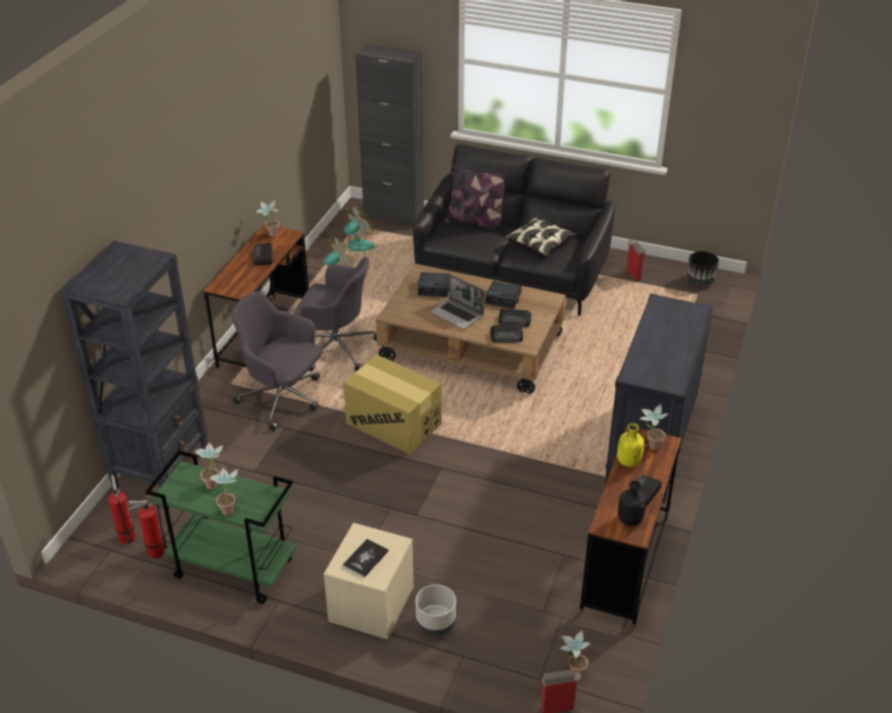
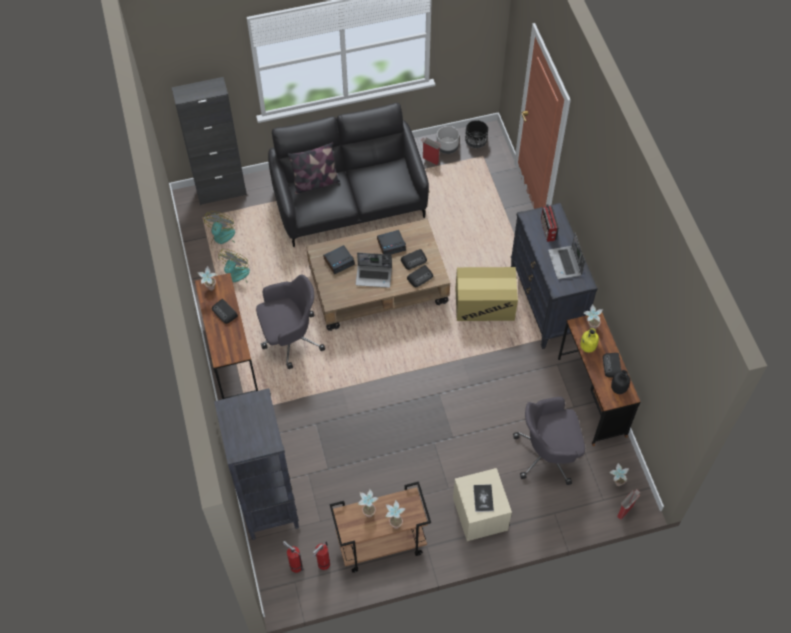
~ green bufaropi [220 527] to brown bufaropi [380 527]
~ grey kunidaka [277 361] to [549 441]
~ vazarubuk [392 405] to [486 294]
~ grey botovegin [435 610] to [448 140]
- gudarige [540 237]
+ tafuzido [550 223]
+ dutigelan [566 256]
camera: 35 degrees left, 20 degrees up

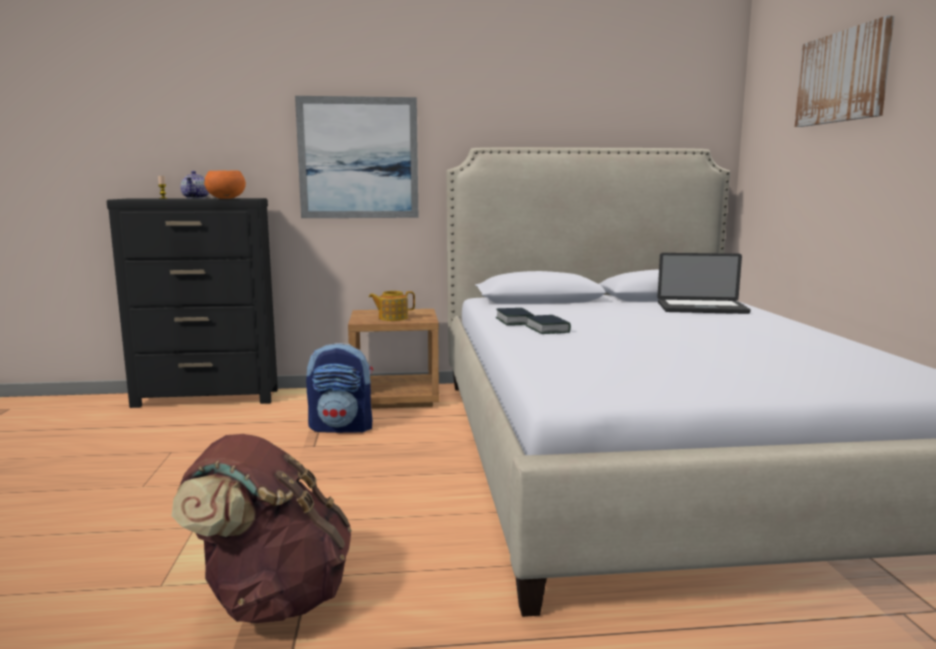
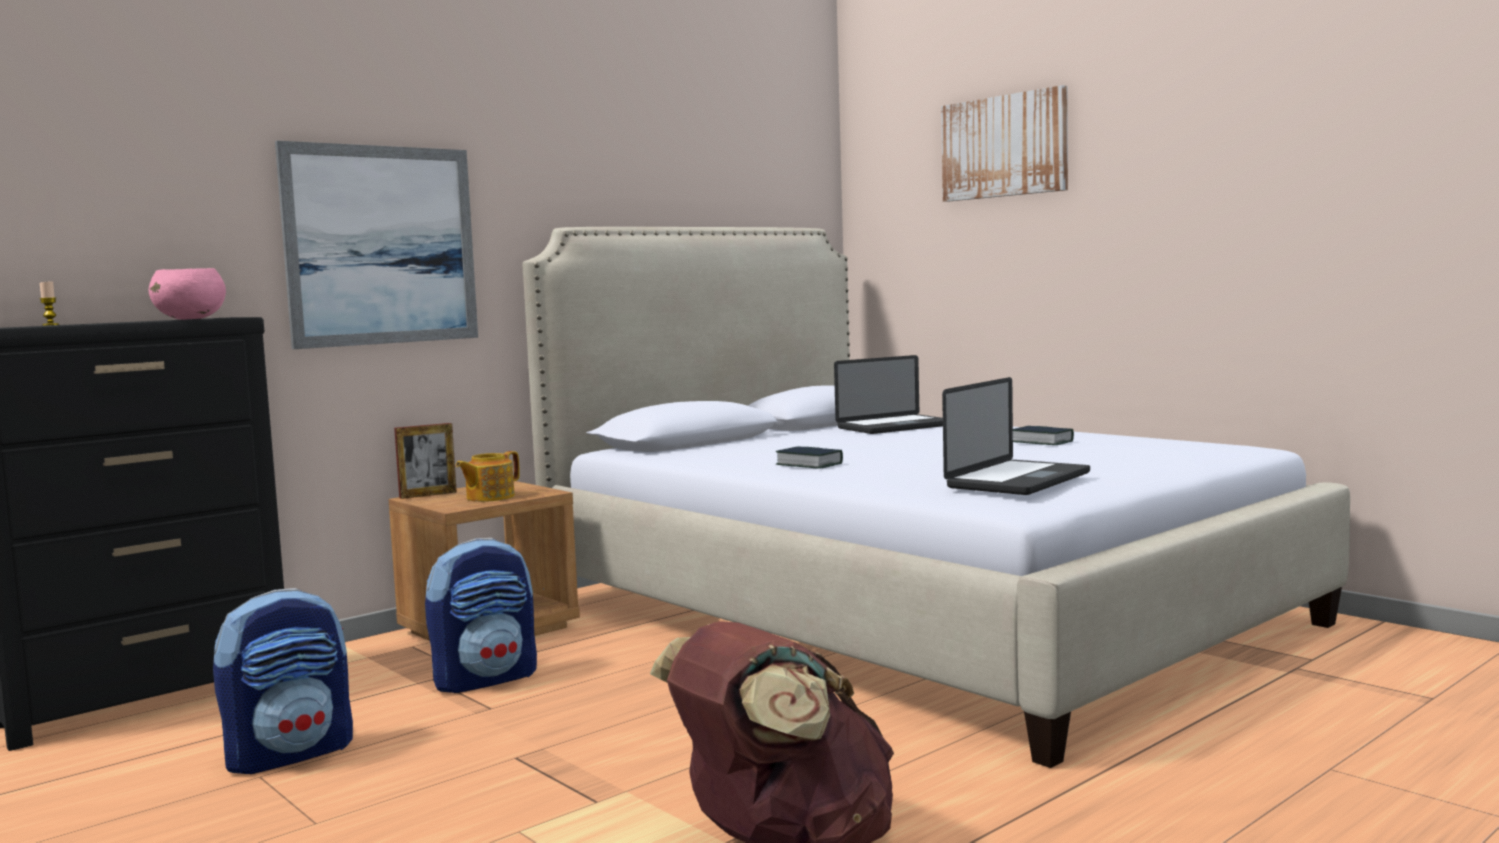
- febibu [194 185]
~ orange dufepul [225 185] to pink dufepul [187 294]
~ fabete [515 316] to [1043 435]
+ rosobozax [283 681]
+ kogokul [425 461]
+ dutigelan [1016 436]
camera: 35 degrees left, 5 degrees down

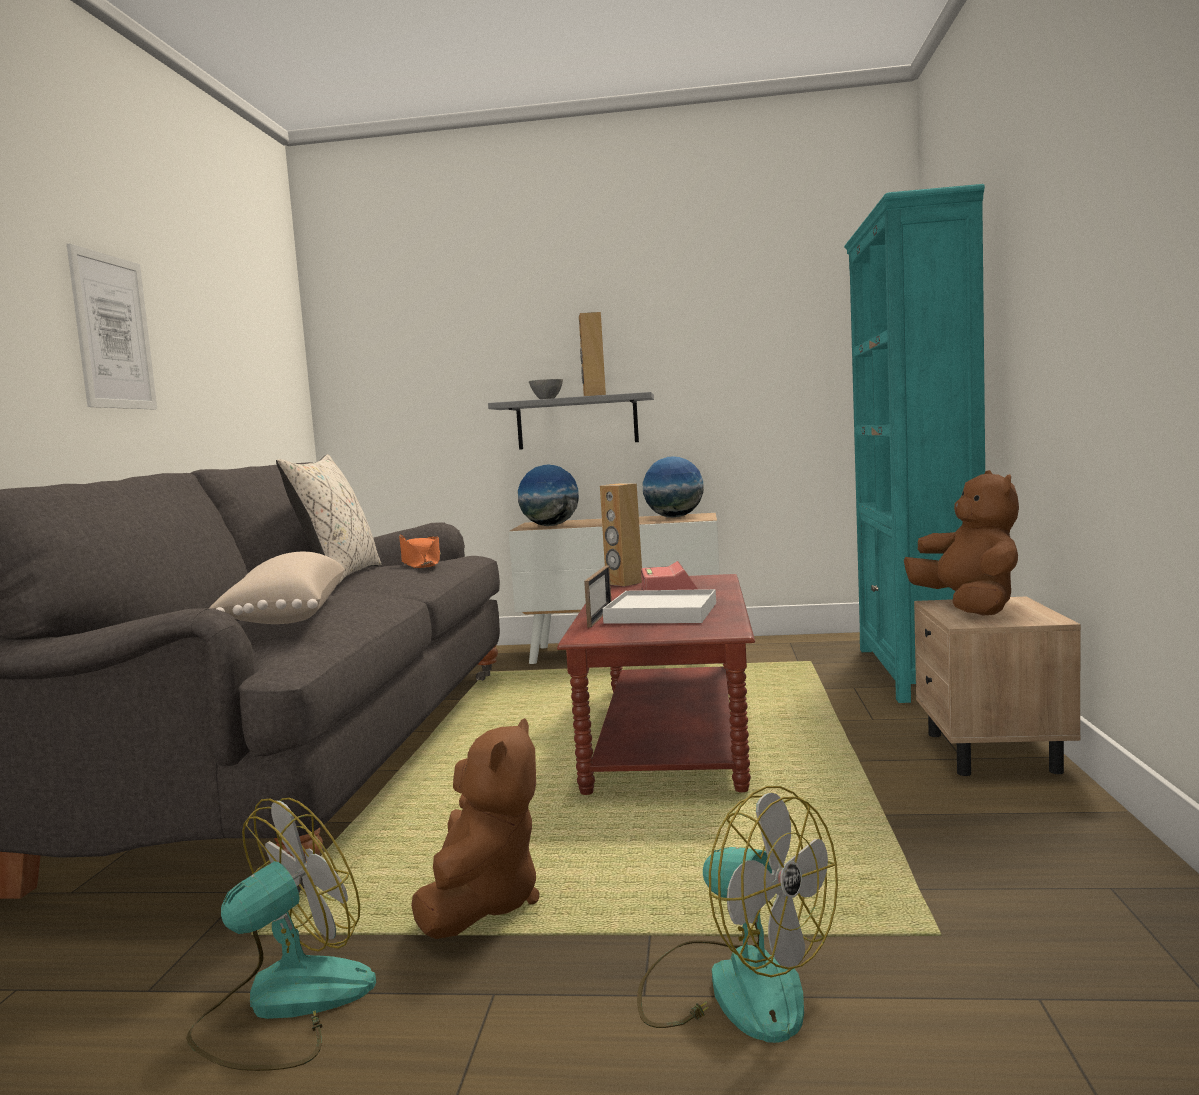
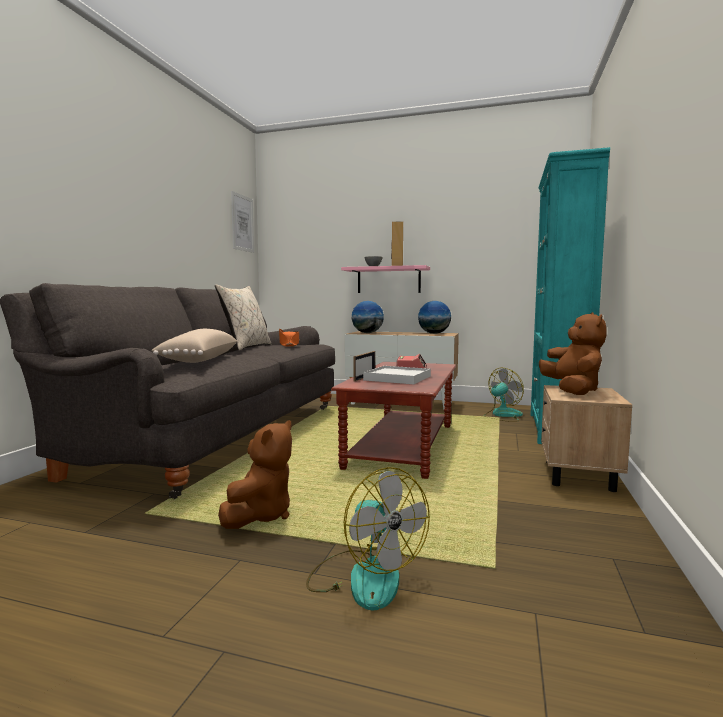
~ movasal [112 327] to [242 222]
~ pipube [281 934] to [504 395]
~ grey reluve [571 421] to pink reluve [385 279]
- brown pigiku [621 534]
camera: 10 degrees right, 0 degrees up

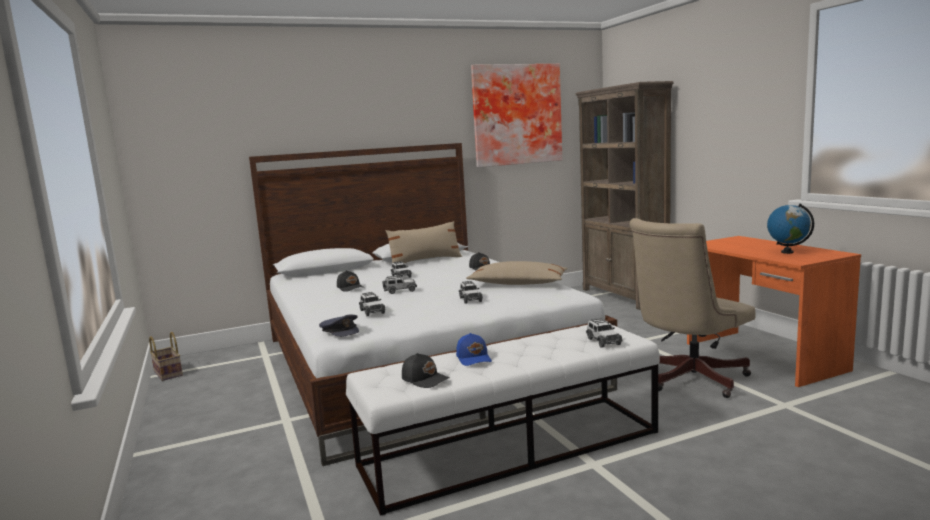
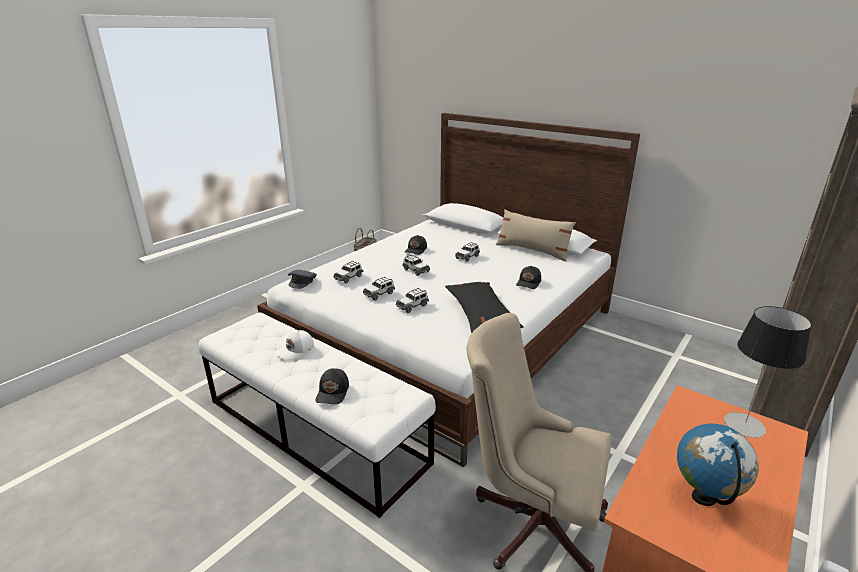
~ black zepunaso [425 370] to [332 386]
~ blue zepunaso [474 349] to white zepunaso [294 345]
~ beige gudarige [517 273] to black gudarige [484 307]
- movasal [516 115]
~ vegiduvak [604 333] to [379 288]
+ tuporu [768 372]
camera: 60 degrees right, 15 degrees up

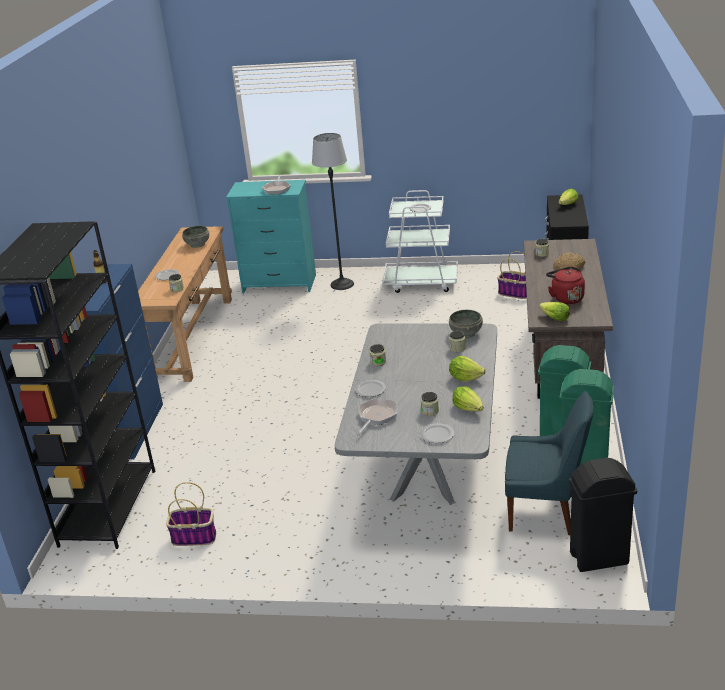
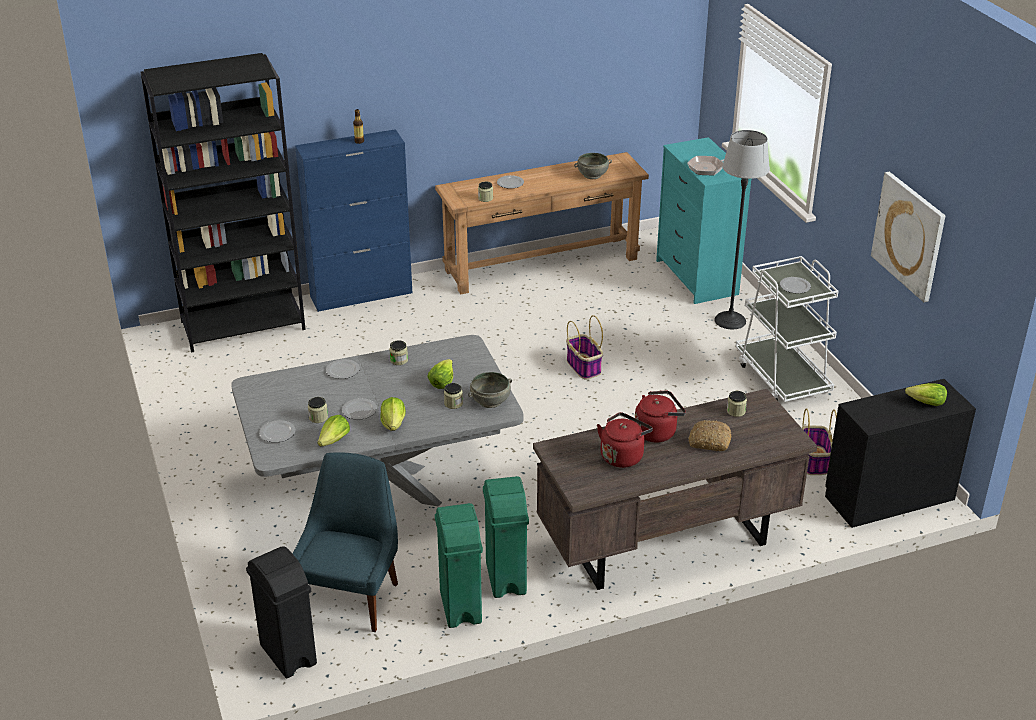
~ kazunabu [191 514] to [584 347]
- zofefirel [377 417]
~ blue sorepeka [549 463] = [345 542] 150 degrees counterclockwise
~ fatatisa [554 311] to [440 374]
+ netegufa [359 409]
+ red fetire [660 416]
+ movasal [908 237]
camera: 60 degrees right, 5 degrees up

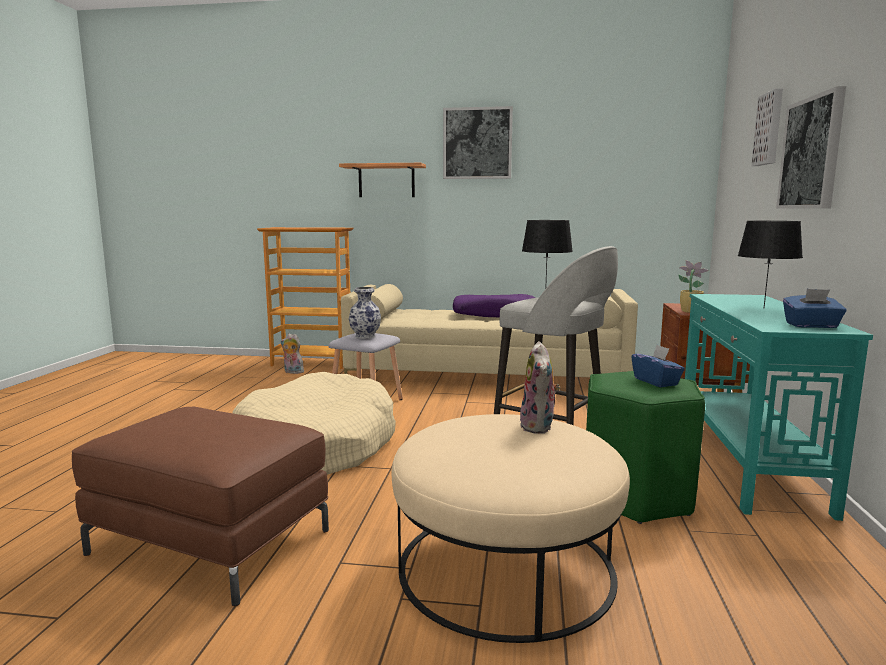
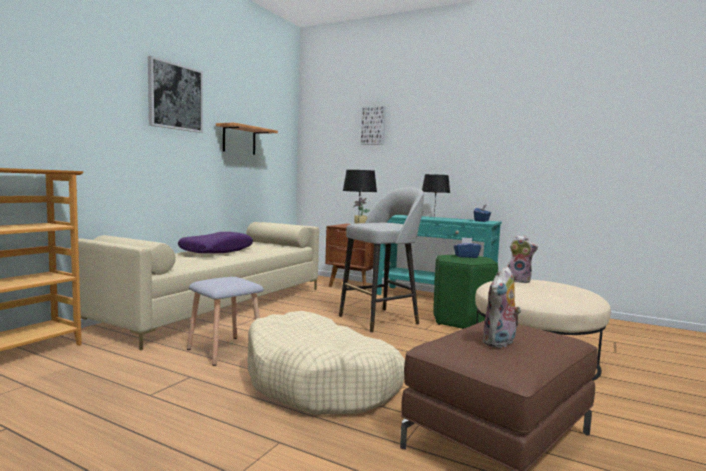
~ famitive [292 353] to [501 307]
~ reluve [382 180] to [247 138]
- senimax [365 313]
- movasal [811 147]
camera: 70 degrees left, 5 degrees down

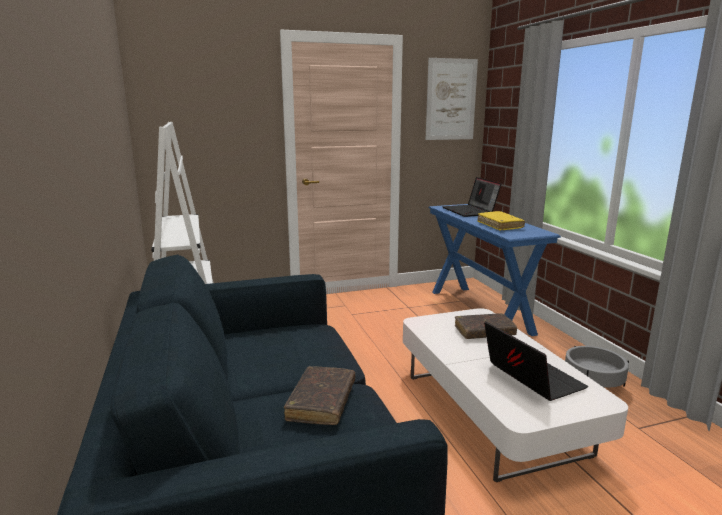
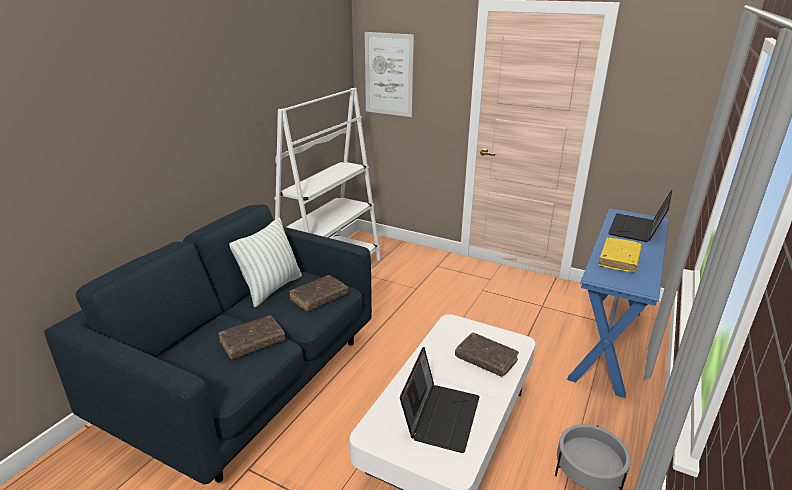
~ movasal [452 99] to [389 74]
+ gudarige [265 262]
+ brown fabete [318 293]
camera: 45 degrees right, 10 degrees up

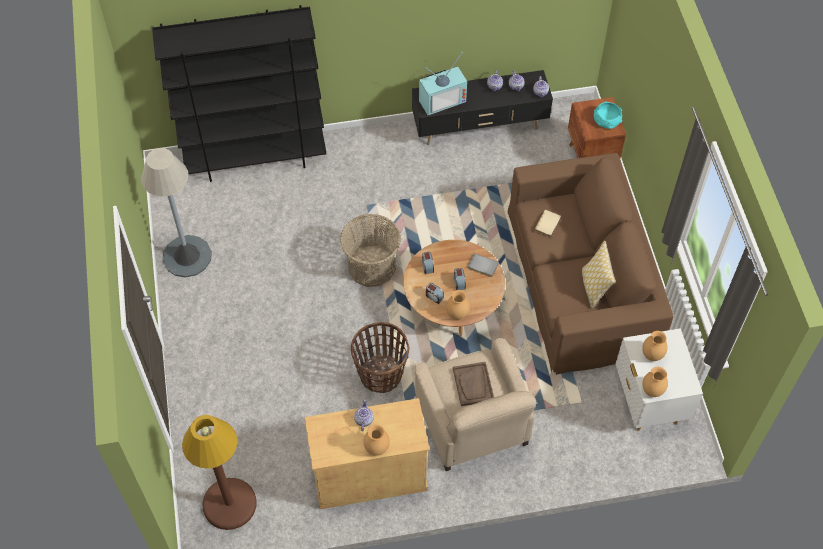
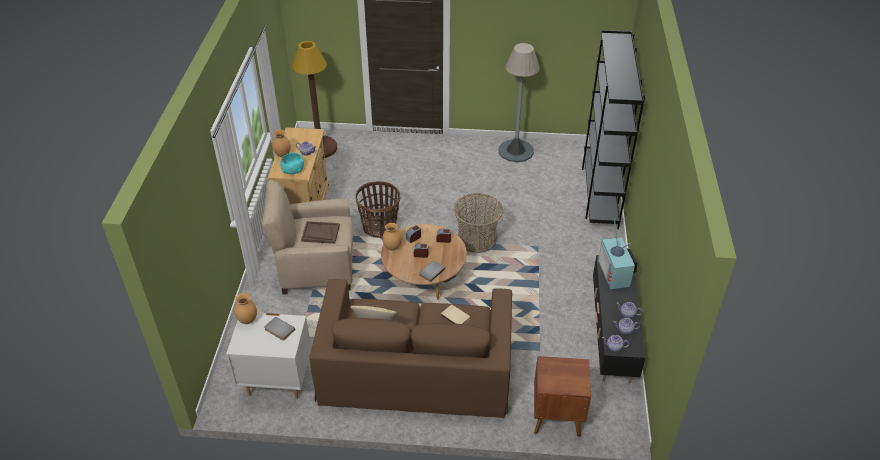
~ turquoise dufepul [608 115] to [292 163]
~ brown senimax [655 346] to grey fabete [280 329]
camera: 105 degrees right, 15 degrees down

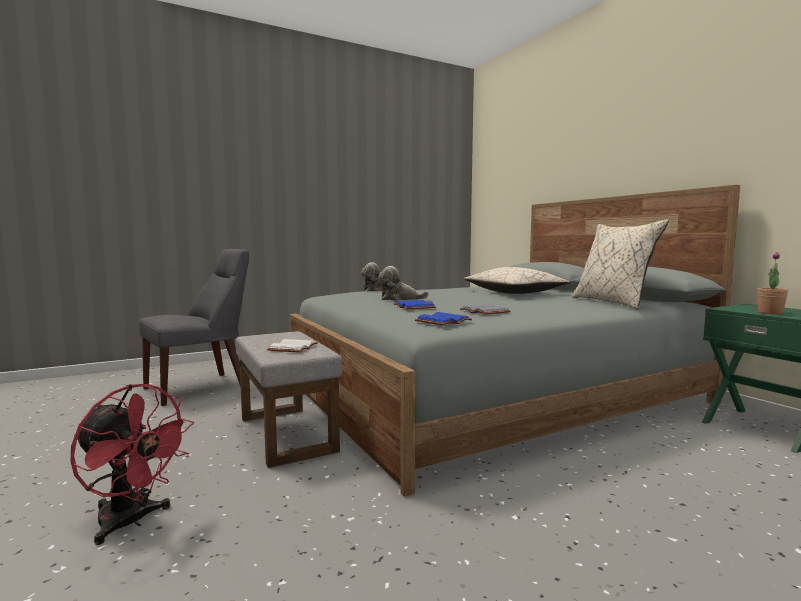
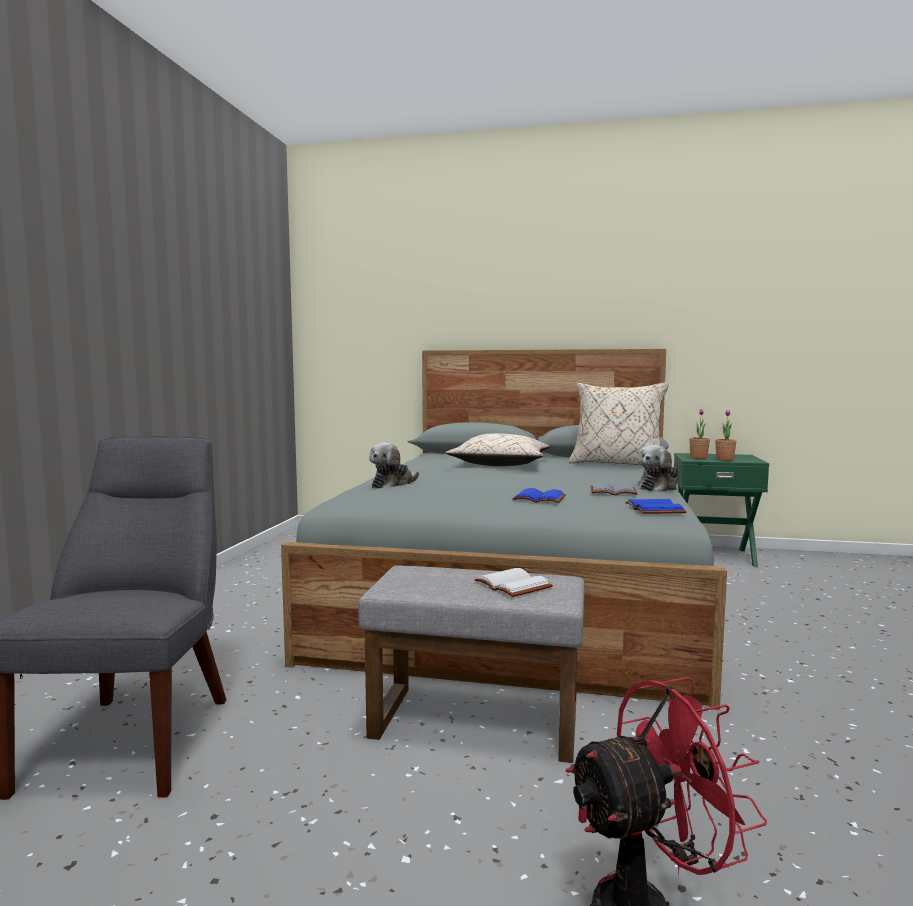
~ famitive [403 283] to [658 468]
+ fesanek [699 434]
camera: 50 degrees left, 0 degrees up

